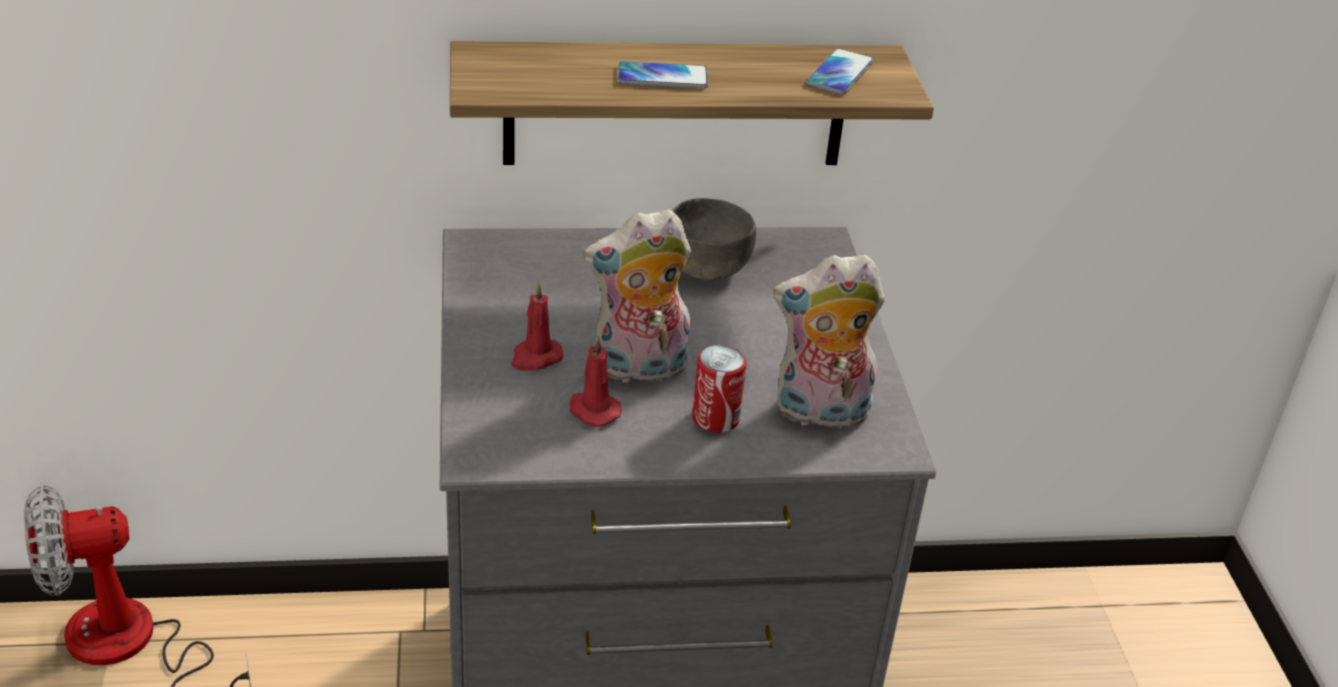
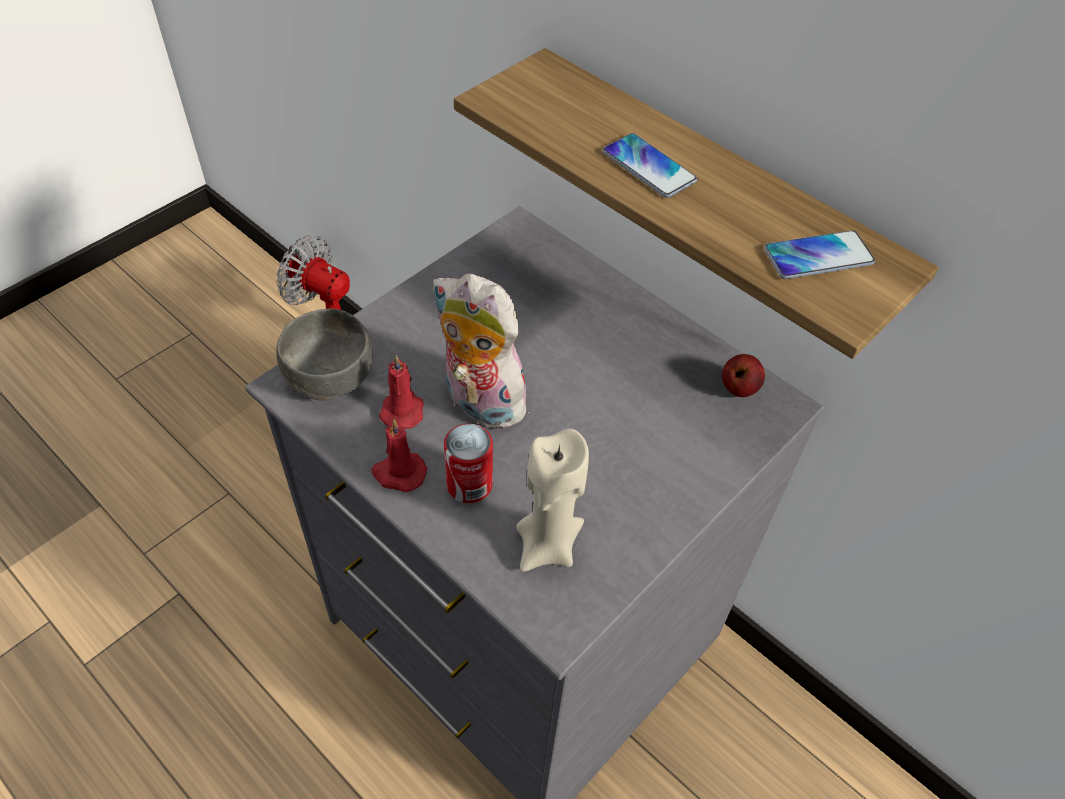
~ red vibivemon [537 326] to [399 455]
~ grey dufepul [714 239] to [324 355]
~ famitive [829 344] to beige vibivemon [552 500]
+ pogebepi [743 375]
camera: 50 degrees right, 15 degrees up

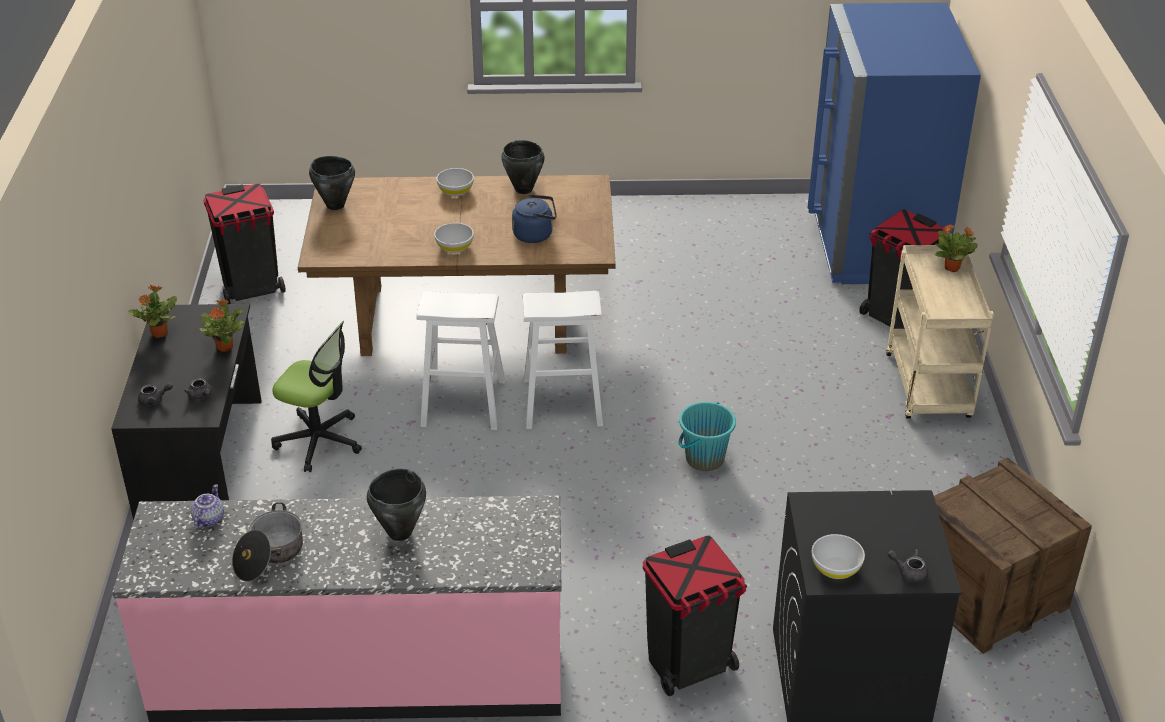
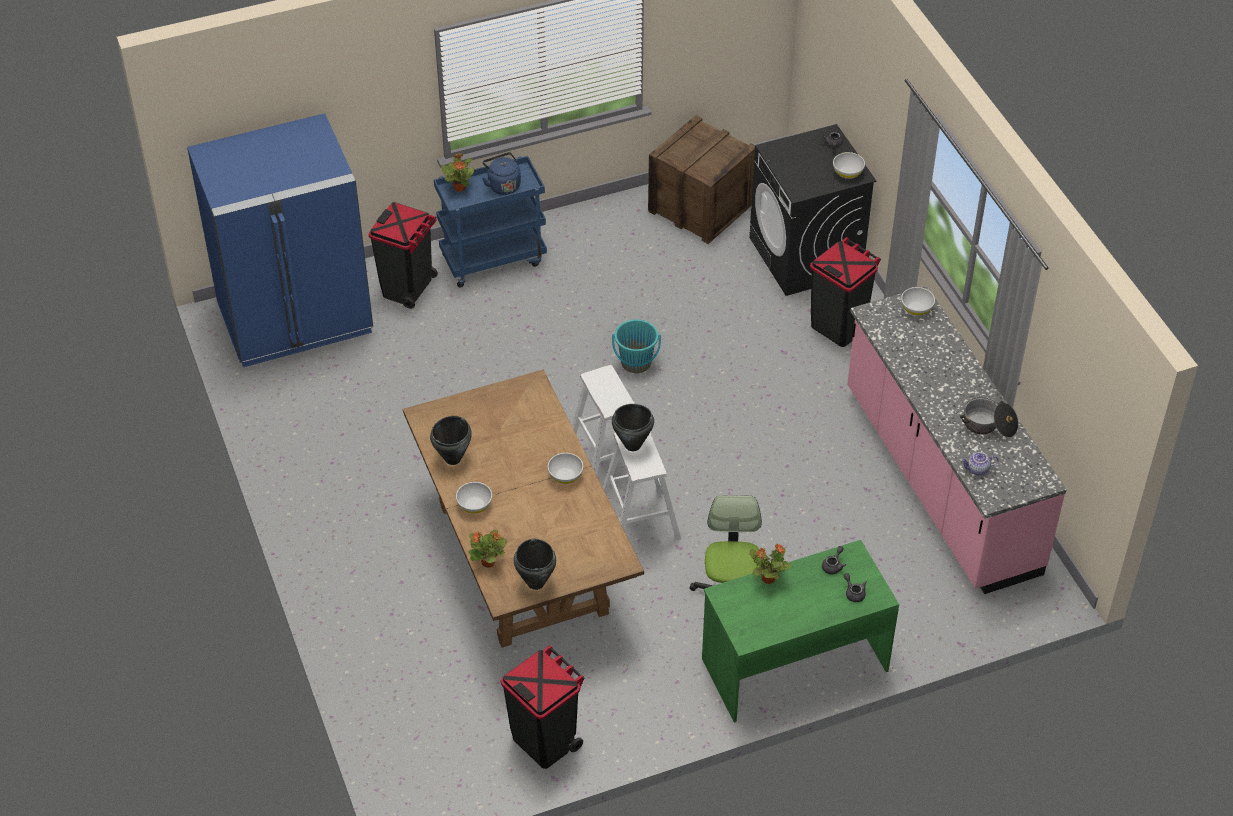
~ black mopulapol [186 412] to green mopulapol [800 631]
~ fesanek [152 311] to [487 549]
~ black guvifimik [396 505] to [633 427]
~ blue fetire [534 218] to [501 173]
~ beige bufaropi [940 332] to blue bufaropi [490 221]
+ white dufepul [918 301]
camera: 110 degrees left, 10 degrees up

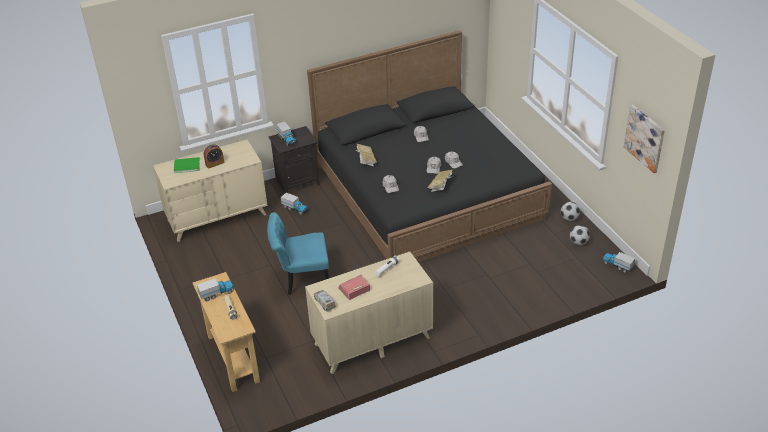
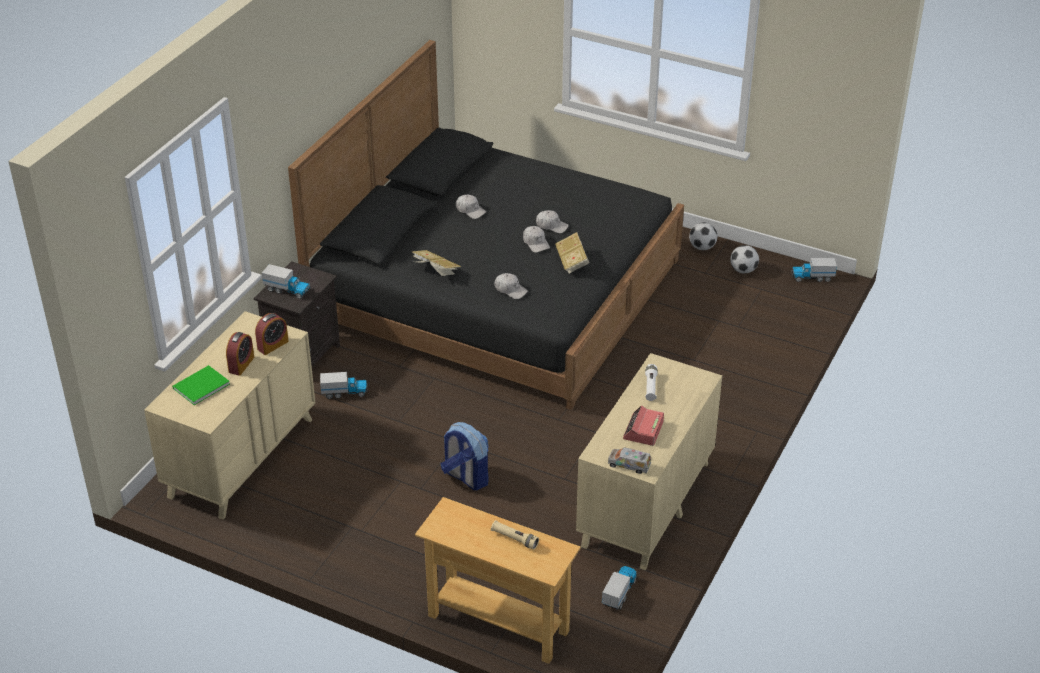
~ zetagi [215 290] to [619 588]
~ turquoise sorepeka [298 253] to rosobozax [464 456]
- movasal [644 139]
+ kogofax [272 334]
camera: 40 degrees left, 0 degrees up

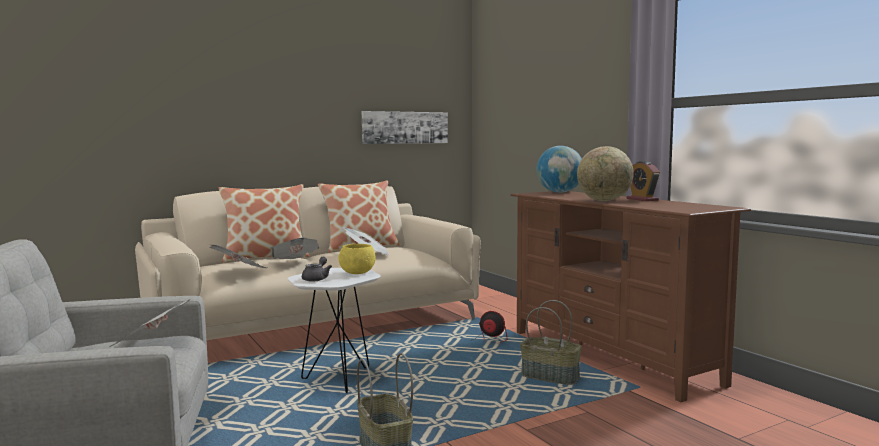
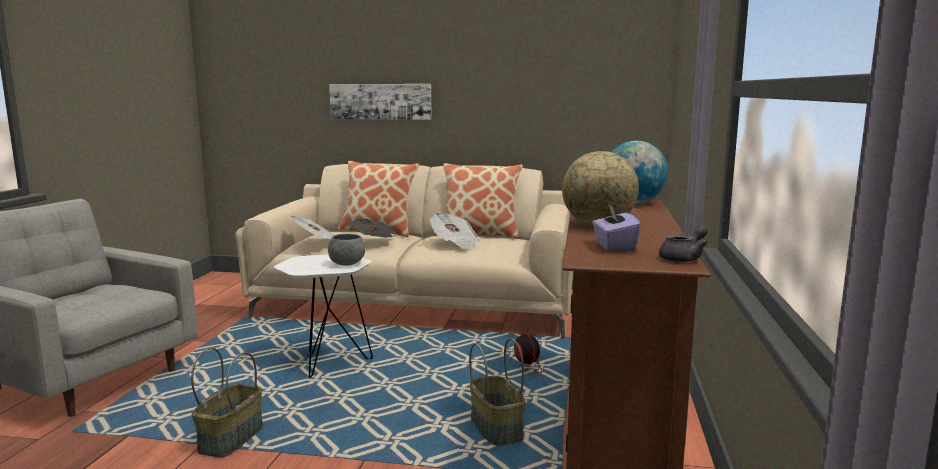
- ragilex [150 323]
~ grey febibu [317 269] to [683 244]
~ yellow dufepul [357 259] to grey dufepul [346 250]
~ movasal [405 127] to [380 102]
- kogofax [643 181]
+ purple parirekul [616 227]
camera: 40 degrees right, 5 degrees up

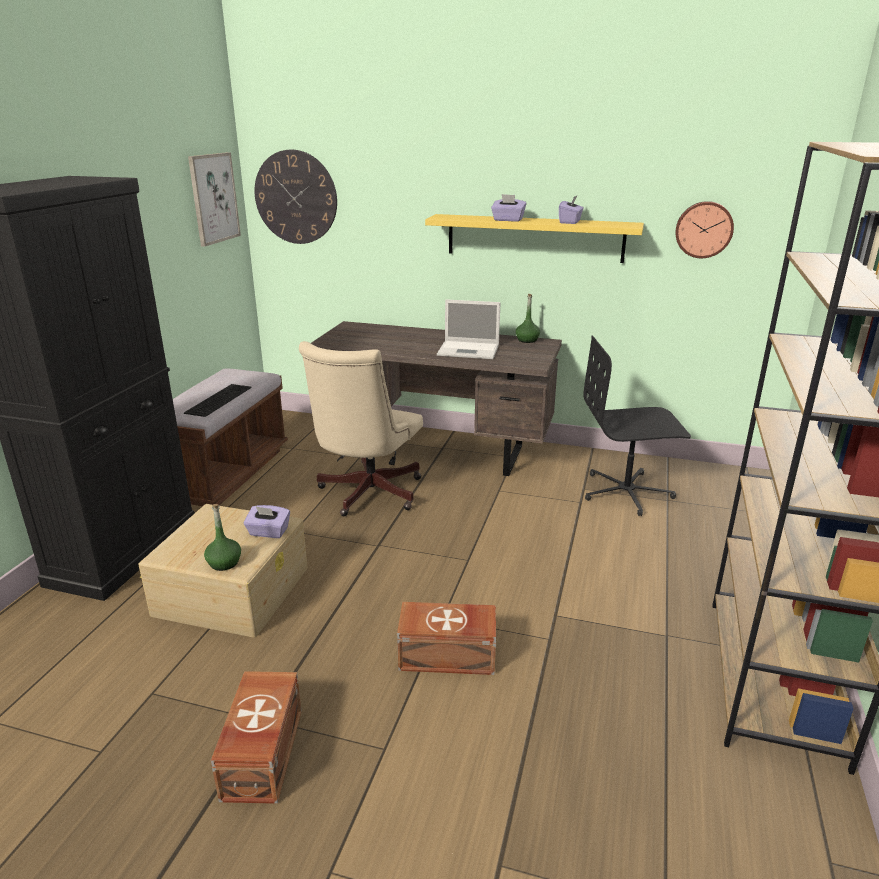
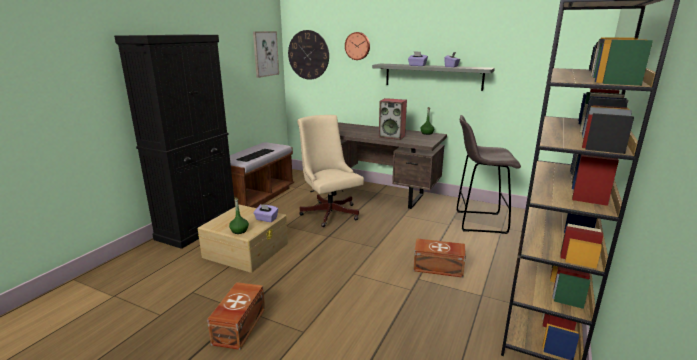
~ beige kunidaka [361 428] = [330 171] 120 degrees clockwise
~ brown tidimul [446 638] to [439 258]
~ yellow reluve [534 238] to grey reluve [433 77]
~ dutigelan [468 329] to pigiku [393 119]
~ black kunidaka [637 426] to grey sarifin [488 174]
~ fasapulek [705 229] to [357 46]
camera: 10 degrees right, 5 degrees down

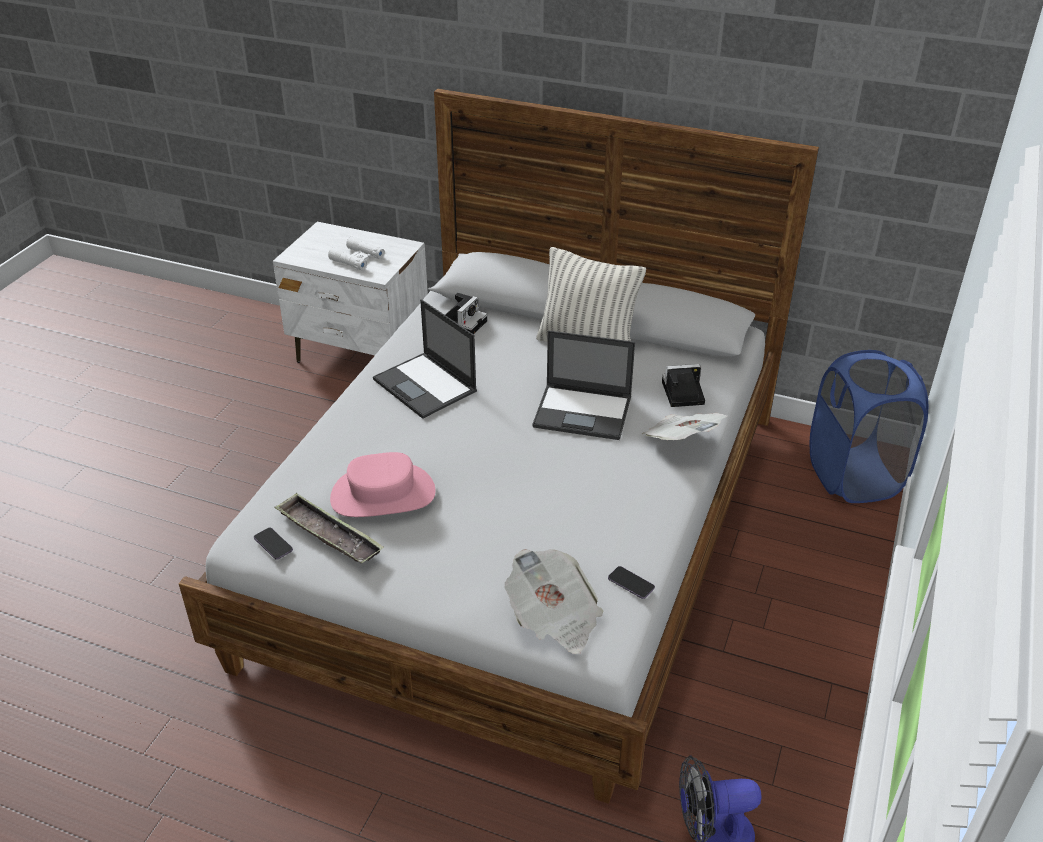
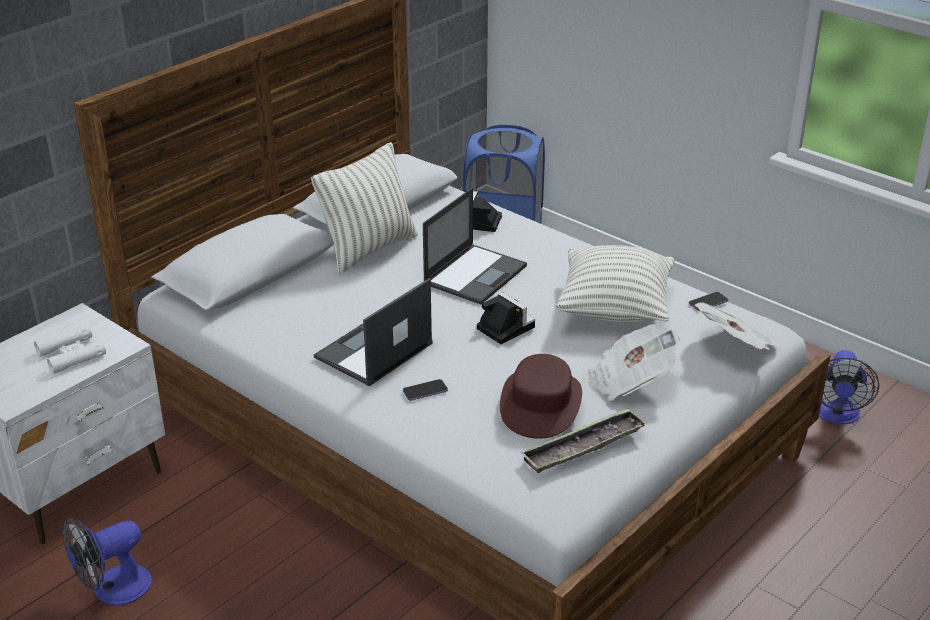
~ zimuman [273 544] to [425 390]
~ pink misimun [383 484] to brown misimun [541 396]
~ dutigelan [425 359] = [373 332] 150 degrees clockwise
~ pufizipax [466 313] to [506 318]
~ ragilex [685 426] to [631 362]
+ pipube [107 562]
+ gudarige [615 284]
camera: 70 degrees left, 5 degrees down

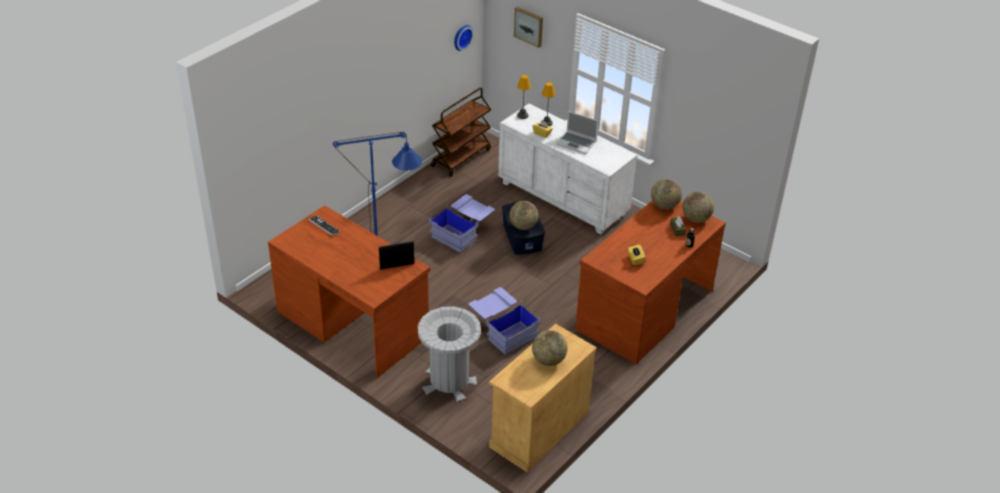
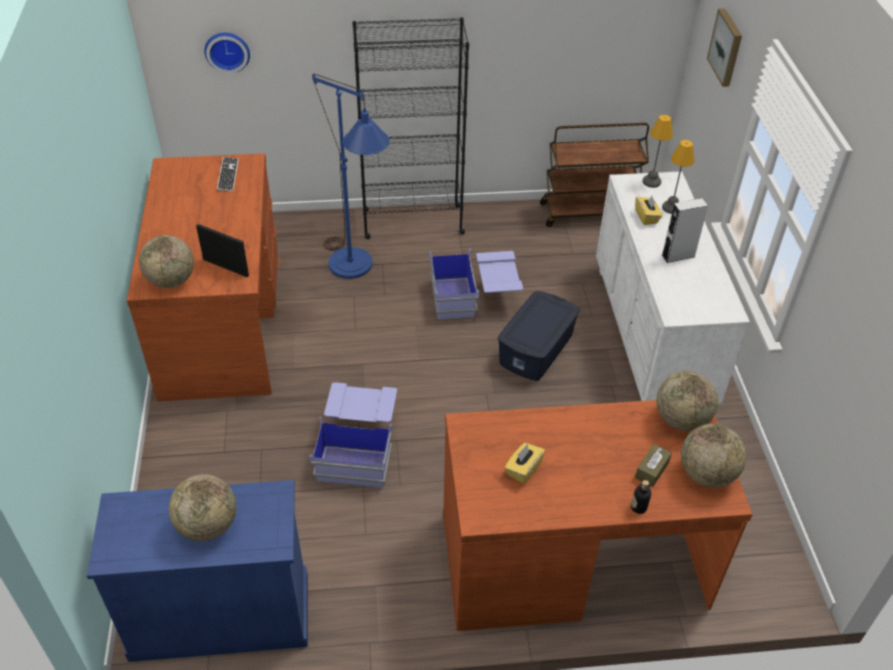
- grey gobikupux [449 354]
~ fasapulek [464 38] to [227 53]
~ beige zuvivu [543 398] to blue zuvivu [197 571]
~ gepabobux [523 215] to [166 261]
~ dutigelan [577 132] to grey pigiku [685 230]
+ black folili [410 128]
camera: 45 degrees right, 5 degrees up

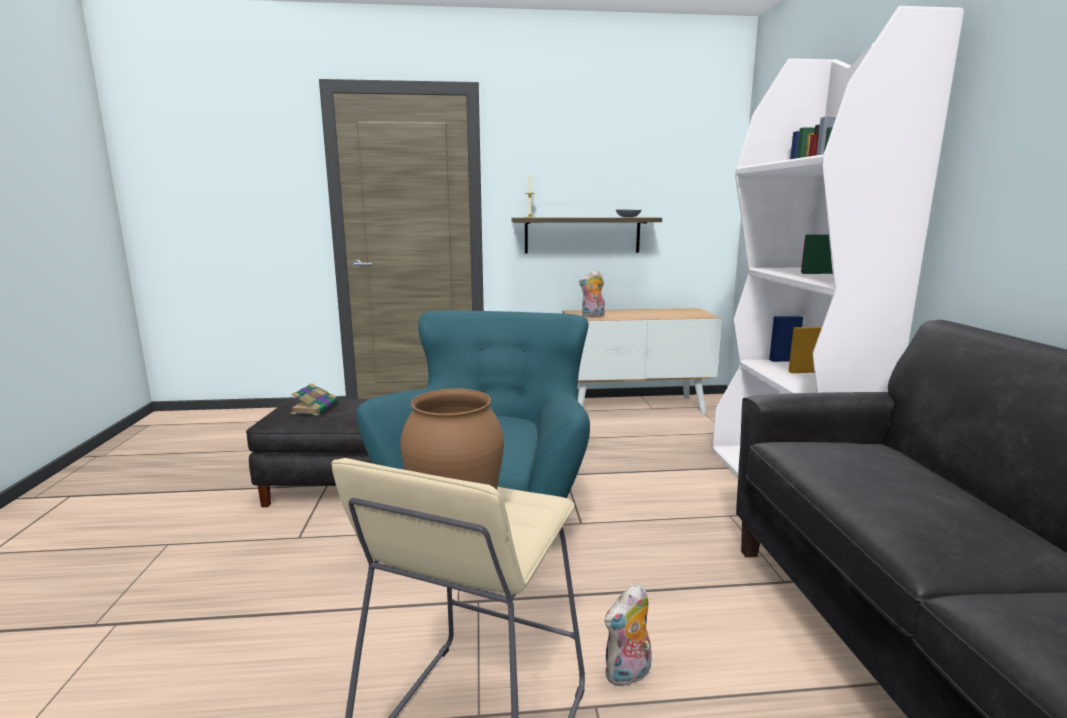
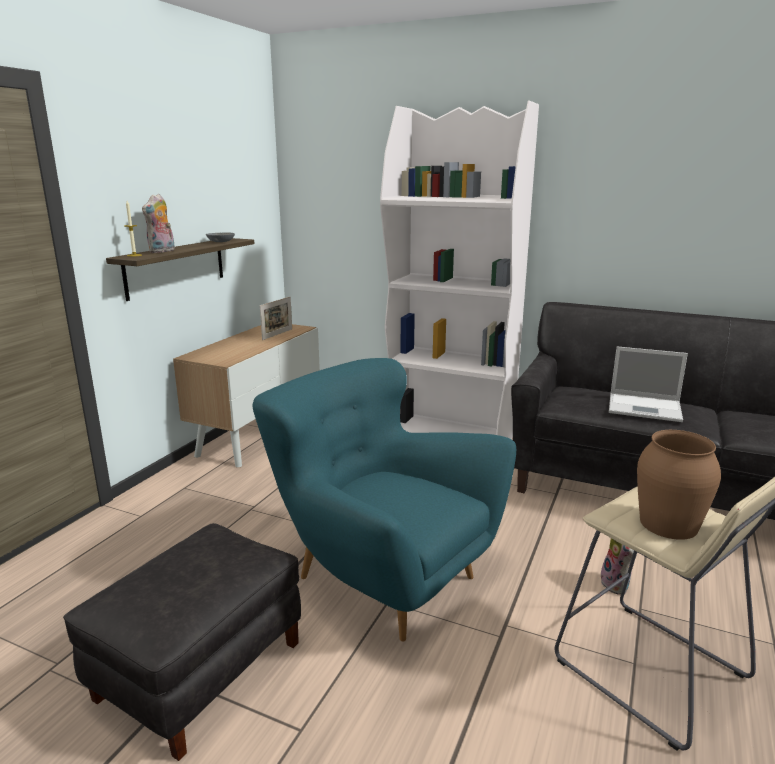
- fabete [314 399]
~ famitive [592 294] to [158 223]
+ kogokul [276 318]
+ dutigelan [648 384]
camera: 60 degrees left, 5 degrees up

